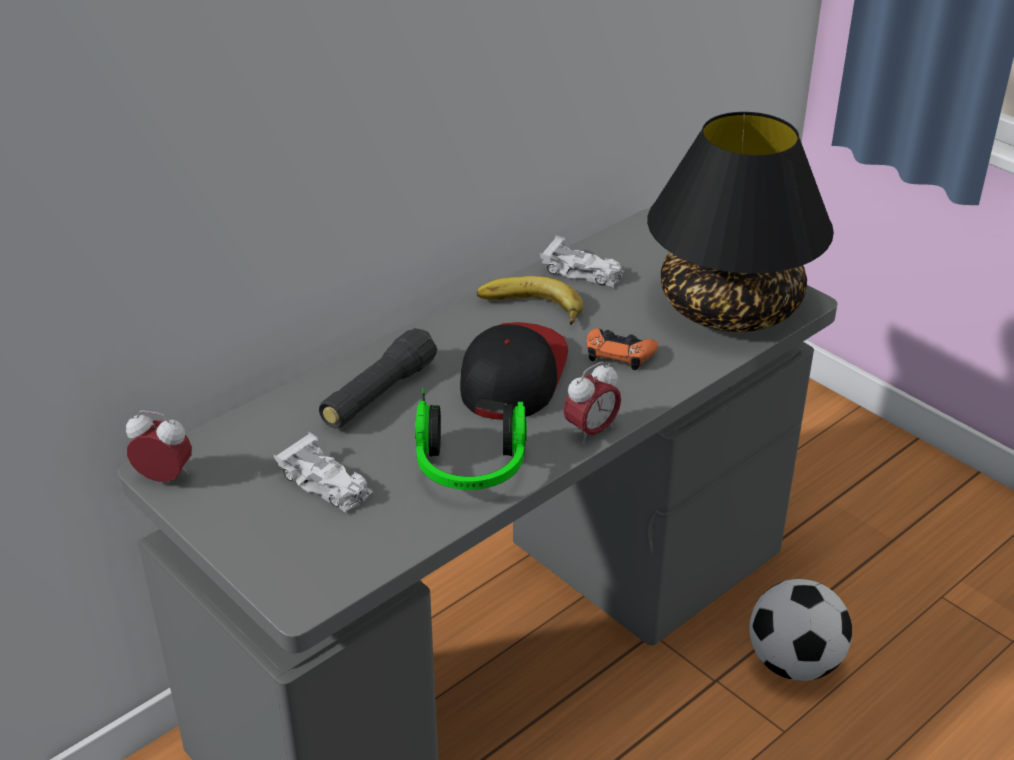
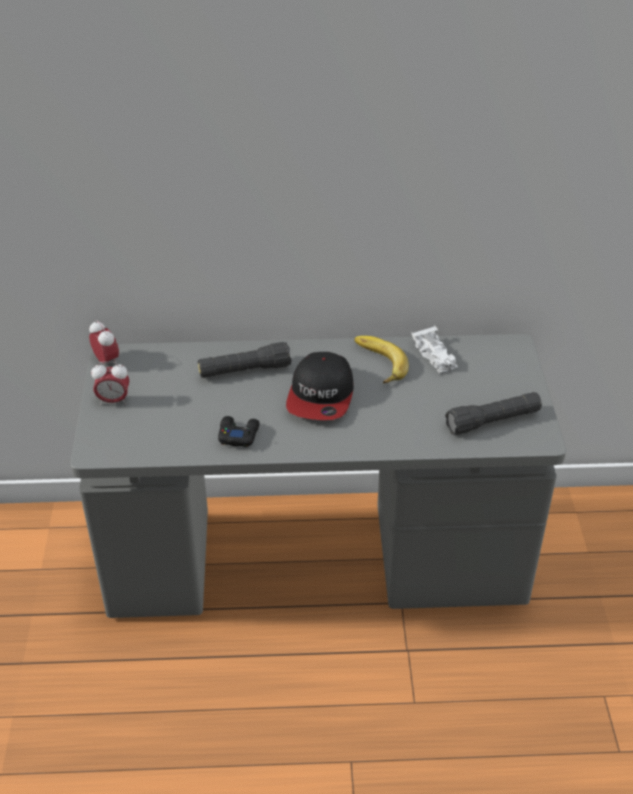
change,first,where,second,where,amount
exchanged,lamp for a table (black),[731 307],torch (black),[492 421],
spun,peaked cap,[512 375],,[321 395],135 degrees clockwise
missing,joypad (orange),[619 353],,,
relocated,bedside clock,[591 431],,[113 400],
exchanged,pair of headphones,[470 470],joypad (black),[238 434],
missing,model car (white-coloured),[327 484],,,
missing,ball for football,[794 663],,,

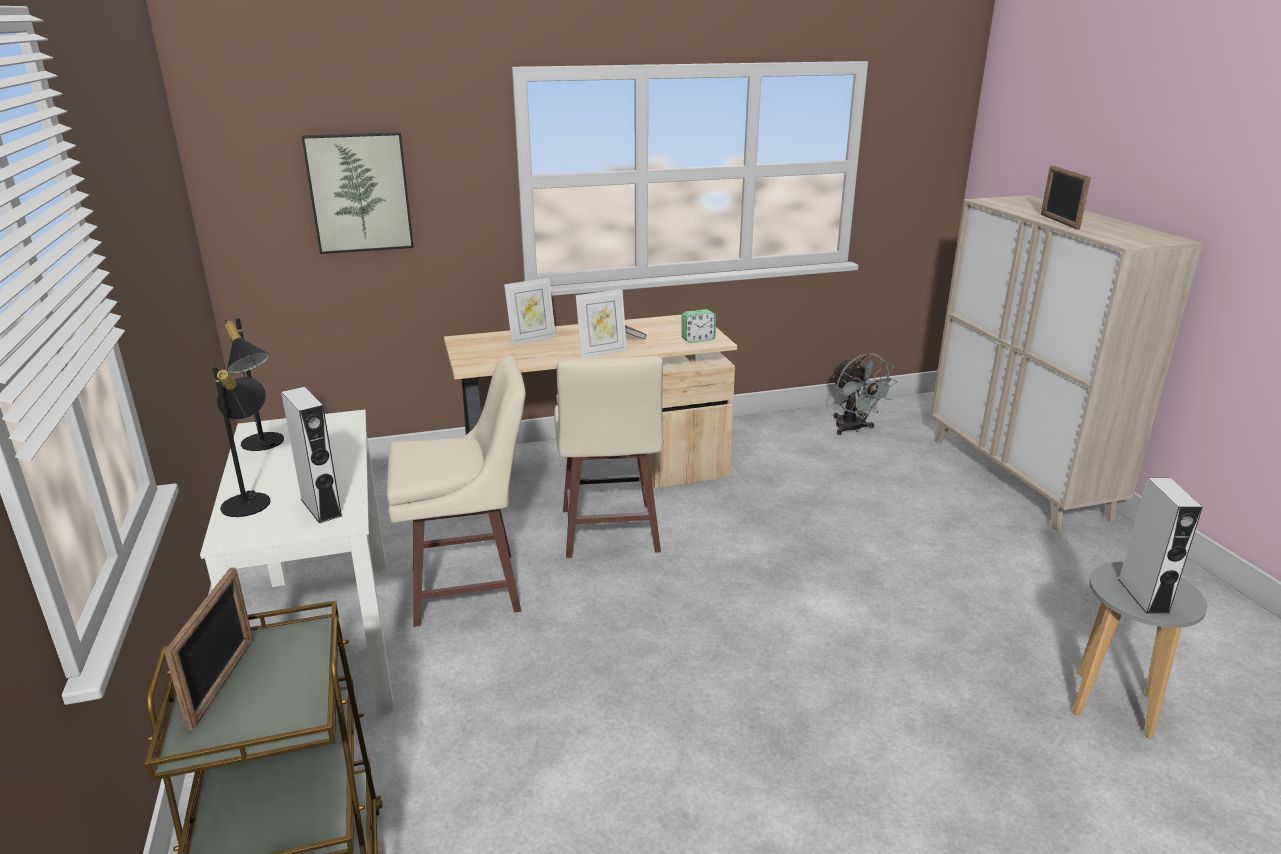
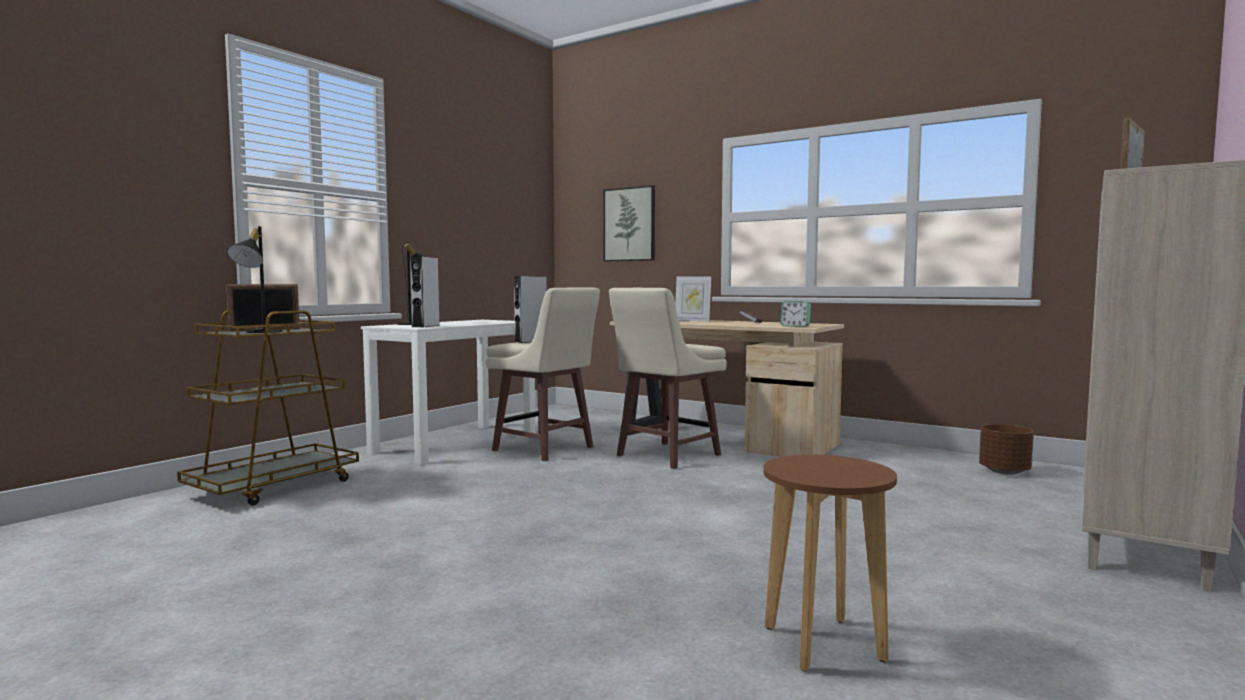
change,first,where,second,where,amount
missing,standing frame,[602 352],,,
relocated,lamp for a table (black),[263 445],,[258 332],
exchanged,electric fan (grey),[853 429],plant pot (brown-coloured),[1005 472],
relocated,loudspeaker (grey),[1143 596],,[531 341],
colour,stool (grey),[1112 704],stool (brown-coloured),[823 643],

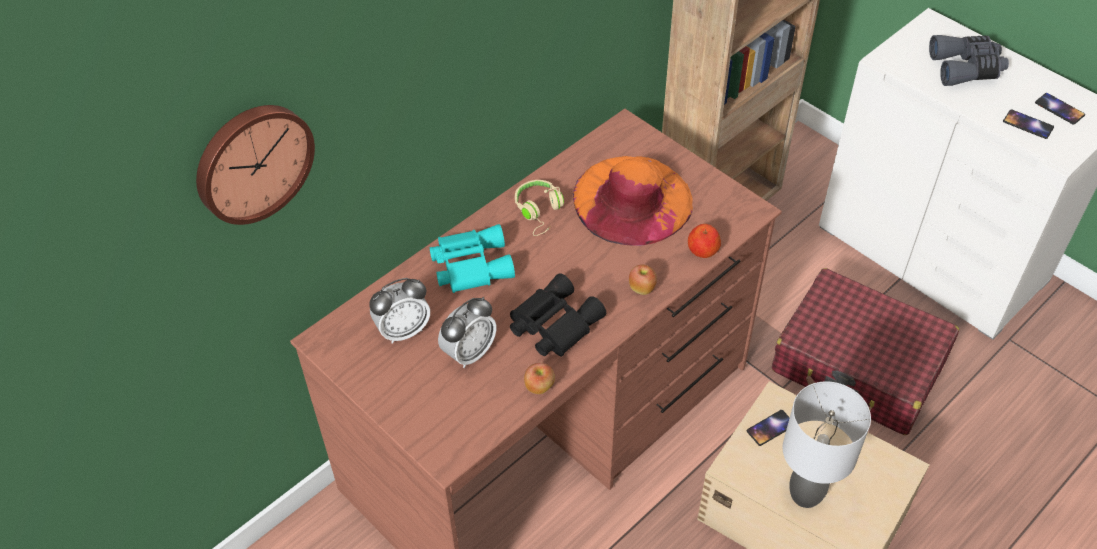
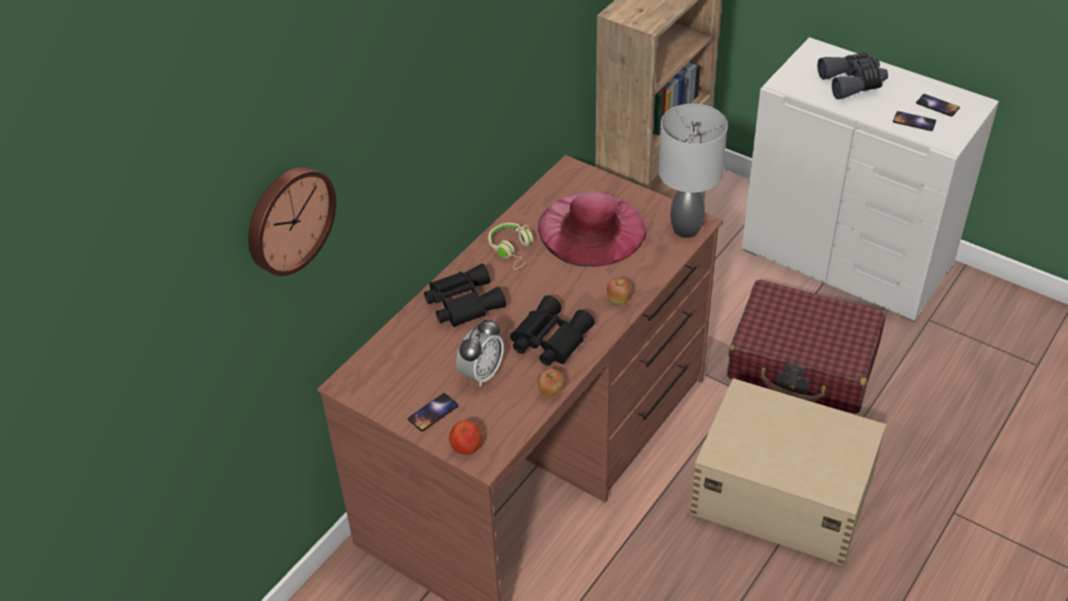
change,first,where,second,where,amount
colour,clothing hat (orange),[632 200],clothing hat (pink-coloured),[591 229],
colour,pair of binoculars (blue-green),[470 264],pair of binoculars (black),[462 302],
relocated,whole apple,[702 250],,[466 446],
missing,bedside clock,[403 330],,,
relocated,lamp for a table (grey),[805 493],,[685 228],
relocated,handset,[770 428],,[433 412],

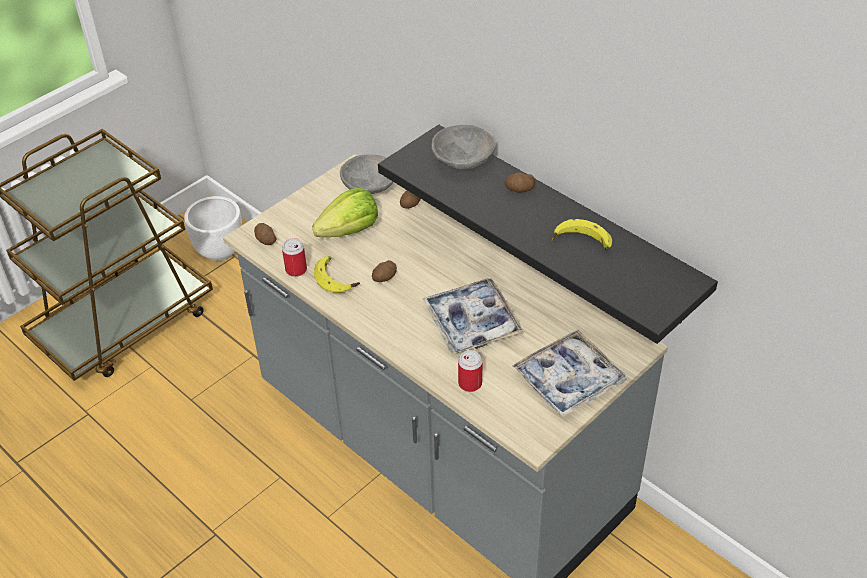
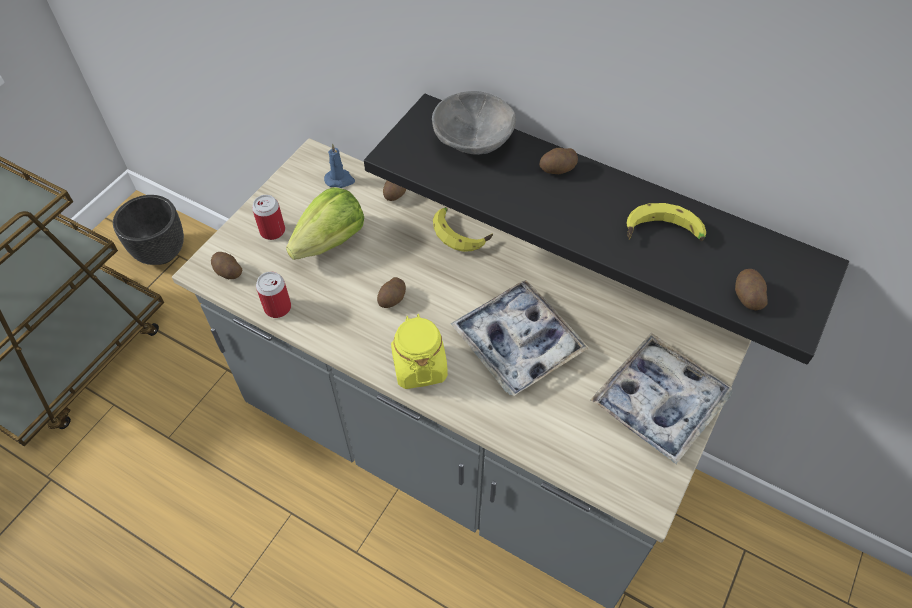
change,first,where,second,where,amount
exchanged,deep dish (grey),[370 188],candle (blue),[340 180],
colour,plant pot (white-coloured),[220 251],plant pot (black),[162 252],
relocated,banana fruit,[337 278],,[461 232],
relocated,metal can,[470 383],,[272 231],
appeared,,,spud,[746 296],
appeared,,,preserve jar (yellow-coloured),[419 366],

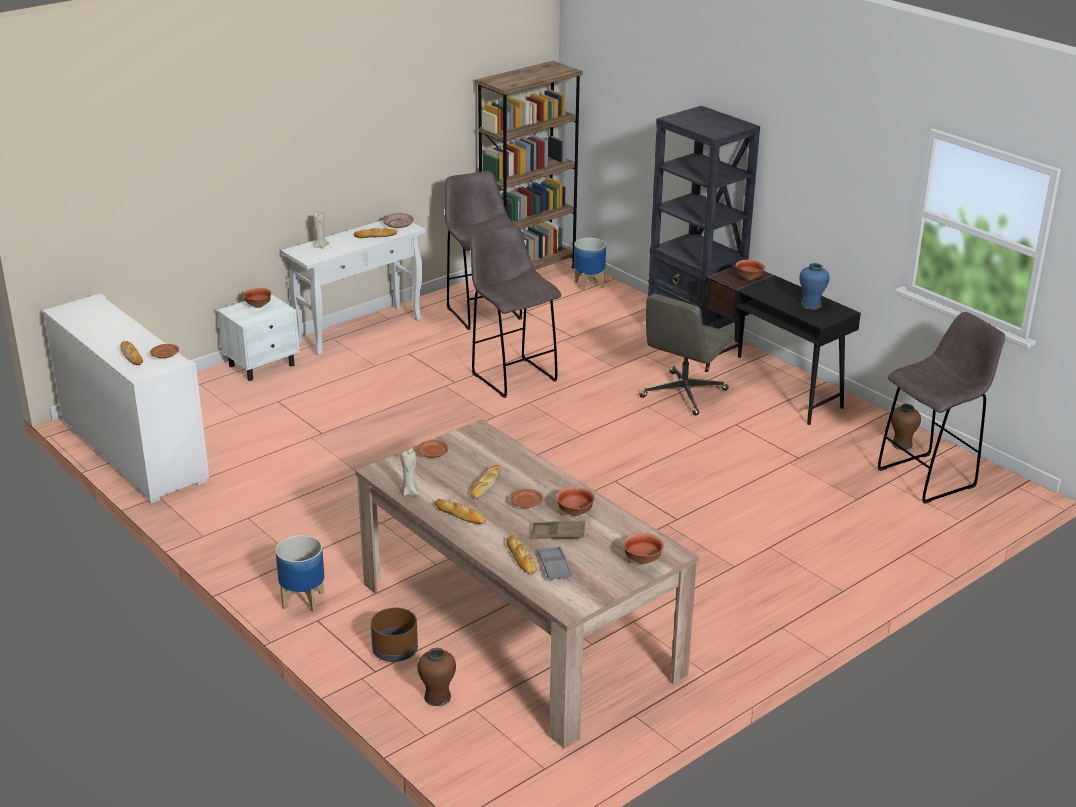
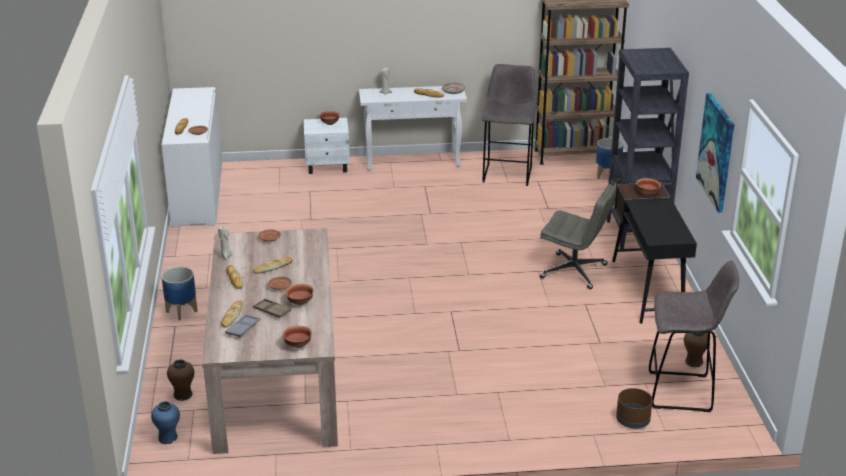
change,first,where,second,where,amount
missing,stool (grey),[513 376],,,
relocated,decorative vase (blue),[811 305],,[168 437],
spun,computer chair (grey),[683 394],,[574 271],135 degrees counterclockwise
relocated,plant pot (brown-coloured),[395 651],,[633 420],
appeared,,,wall picture,[716 152],

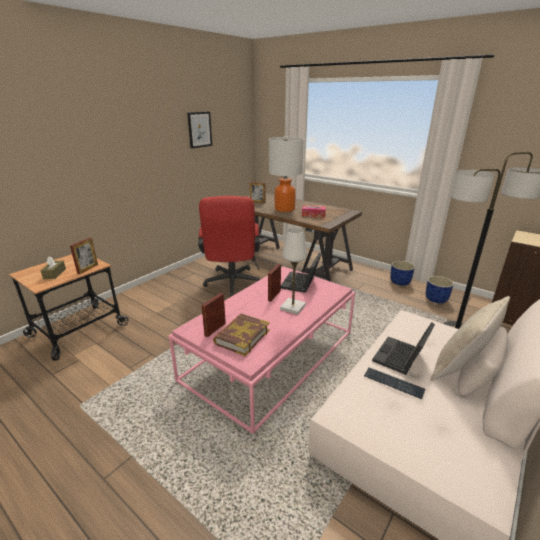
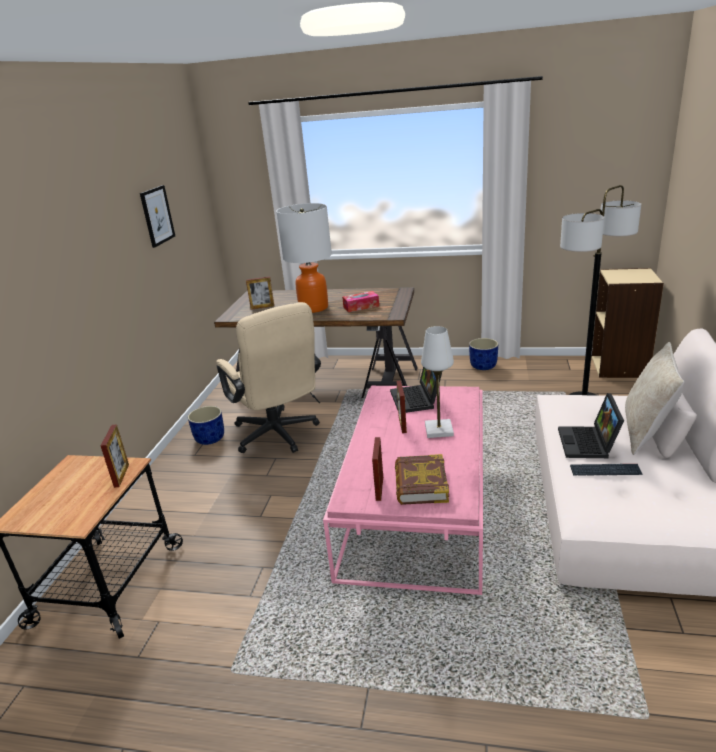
change,first,where,second,where,amount
colour,computer chair (red-coloured),[232 284],computer chair (beige),[278 436],
missing,box of tissues (brown-coloured),[54 274],,,
relocated,plant pot (blue),[436 299],,[210 439],

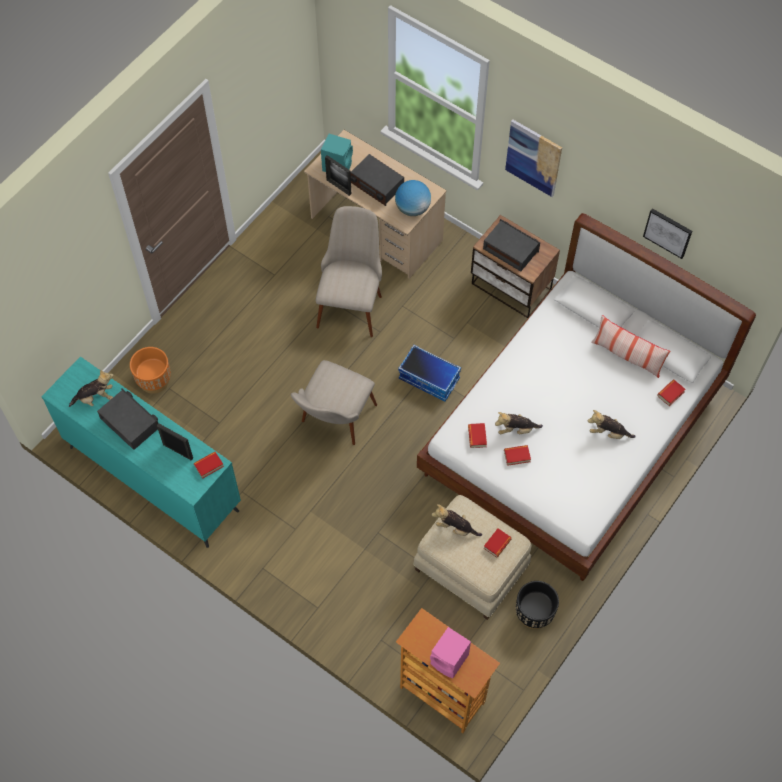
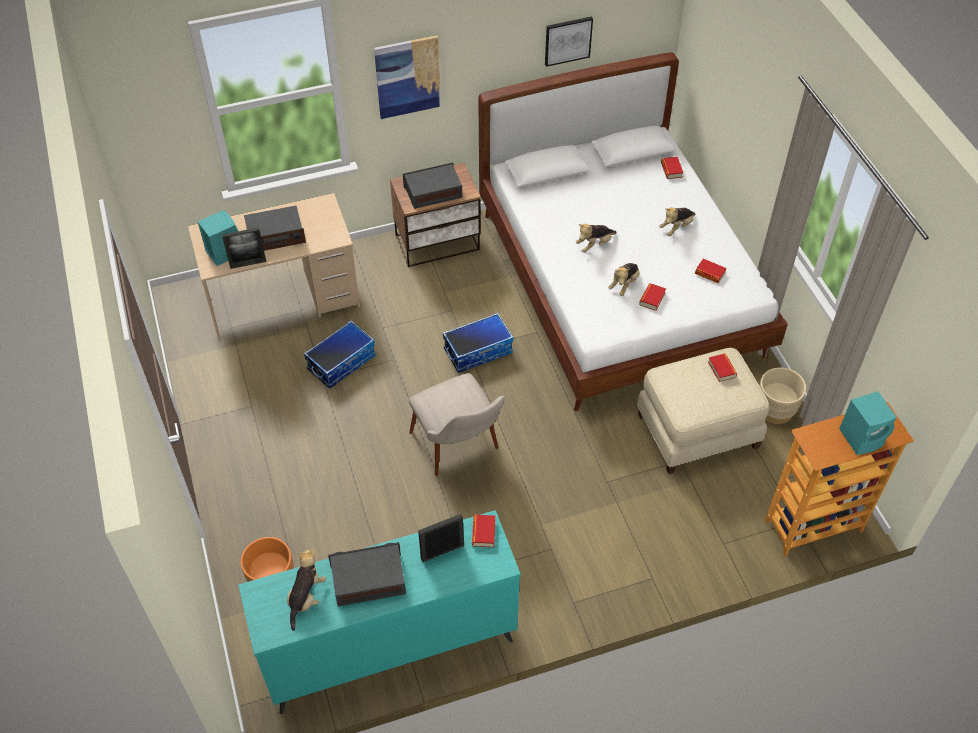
change,first,where,second,where,amount
missing,desk globe,[412 208],,,
exchanged,chair (beige),[351 301],storage container,[341 362],
missing,pillow,[627 355],,,
relocated,bound book,[477 437],,[710 273],
relocated,soft toy,[455 527],,[594 245],
colour,plant pot (black),[534 613],plant pot (beige),[775 410],
colour,loudspeaker (pink-coloured),[450 660],loudspeaker (blue-green),[862 438],

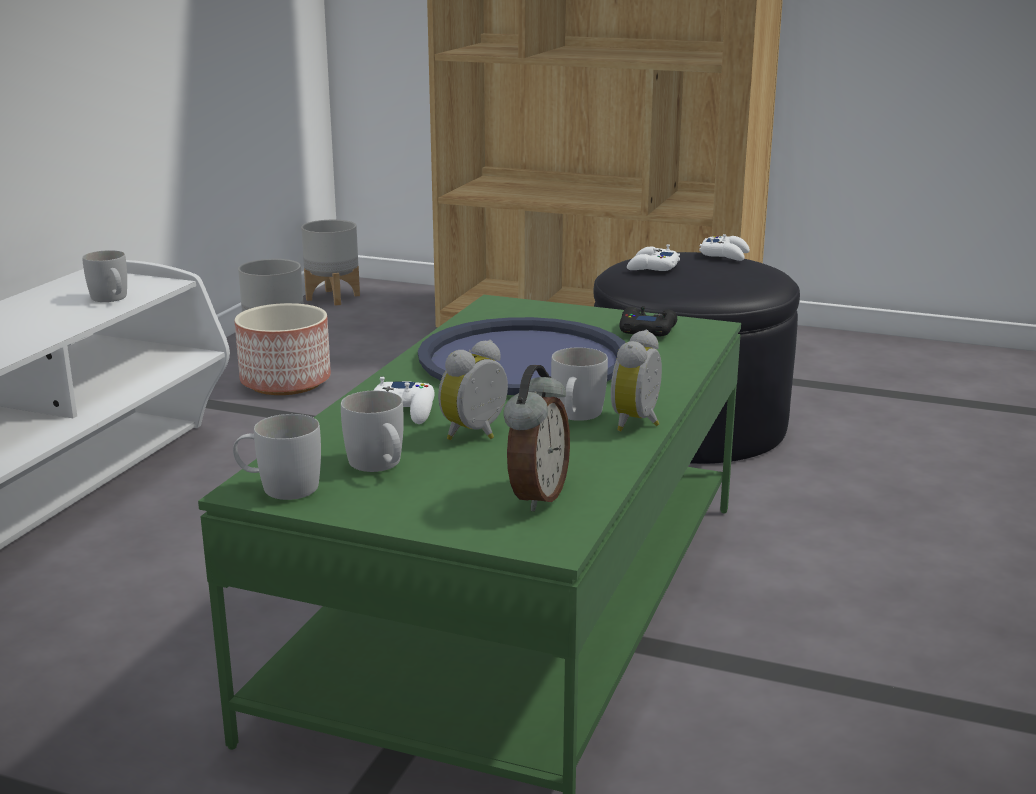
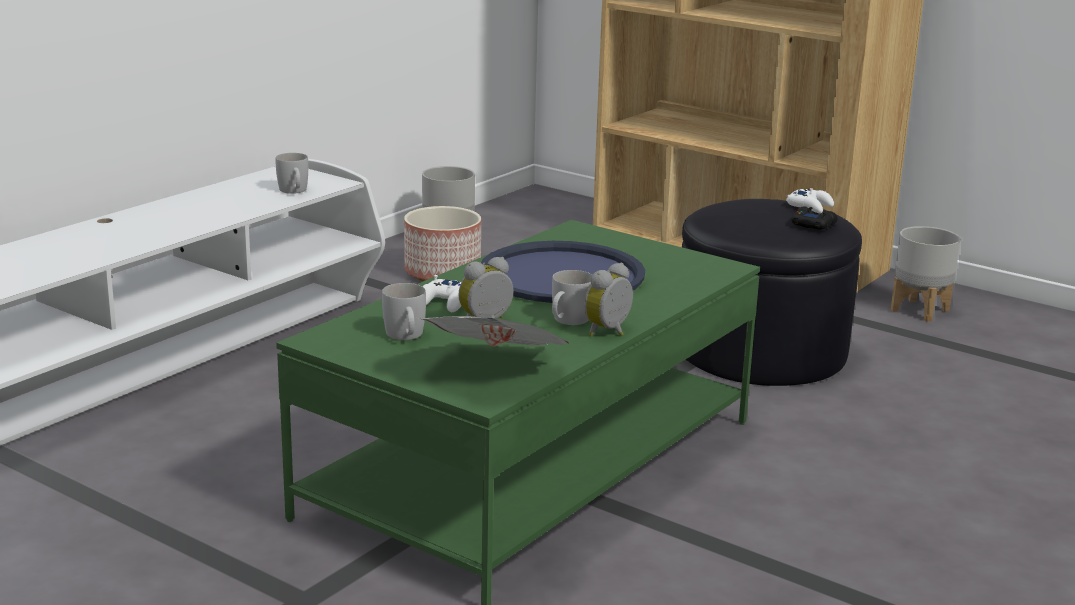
change,first,where,second,where,amount
relocated,plant pot (grey),[333 297],,[920 310],
missing,joypad (white-coloured),[652 267],,,
relocated,joypad (black),[647 330],,[813 224],
exchanged,bedside clock,[535 496],newspaper,[496 370],
missing,coffee mug (white-coloured),[279 487],,,

